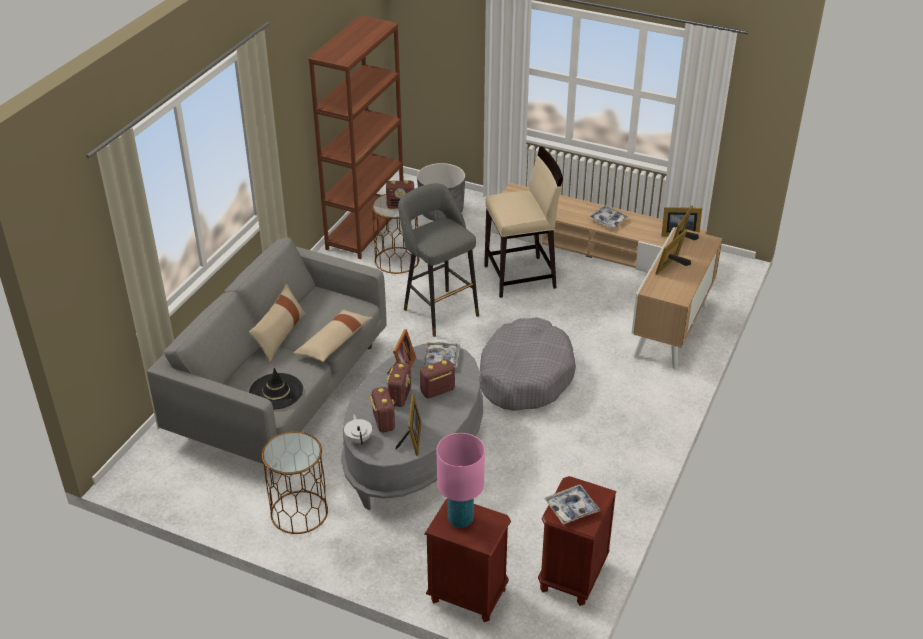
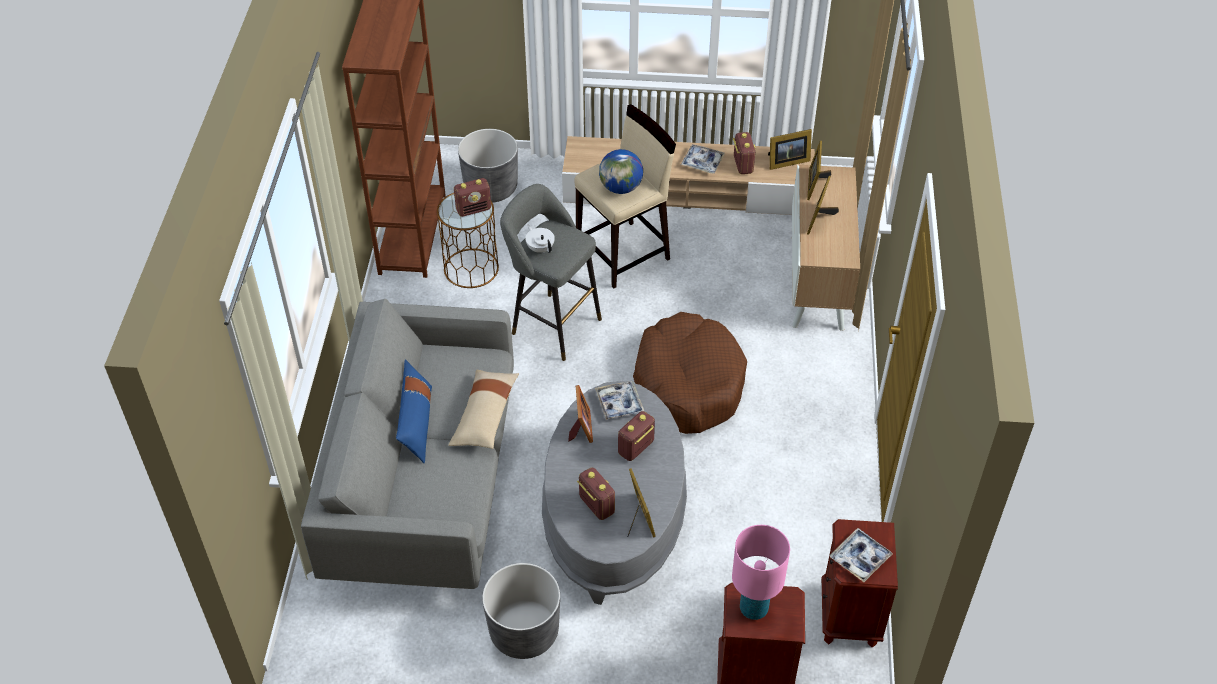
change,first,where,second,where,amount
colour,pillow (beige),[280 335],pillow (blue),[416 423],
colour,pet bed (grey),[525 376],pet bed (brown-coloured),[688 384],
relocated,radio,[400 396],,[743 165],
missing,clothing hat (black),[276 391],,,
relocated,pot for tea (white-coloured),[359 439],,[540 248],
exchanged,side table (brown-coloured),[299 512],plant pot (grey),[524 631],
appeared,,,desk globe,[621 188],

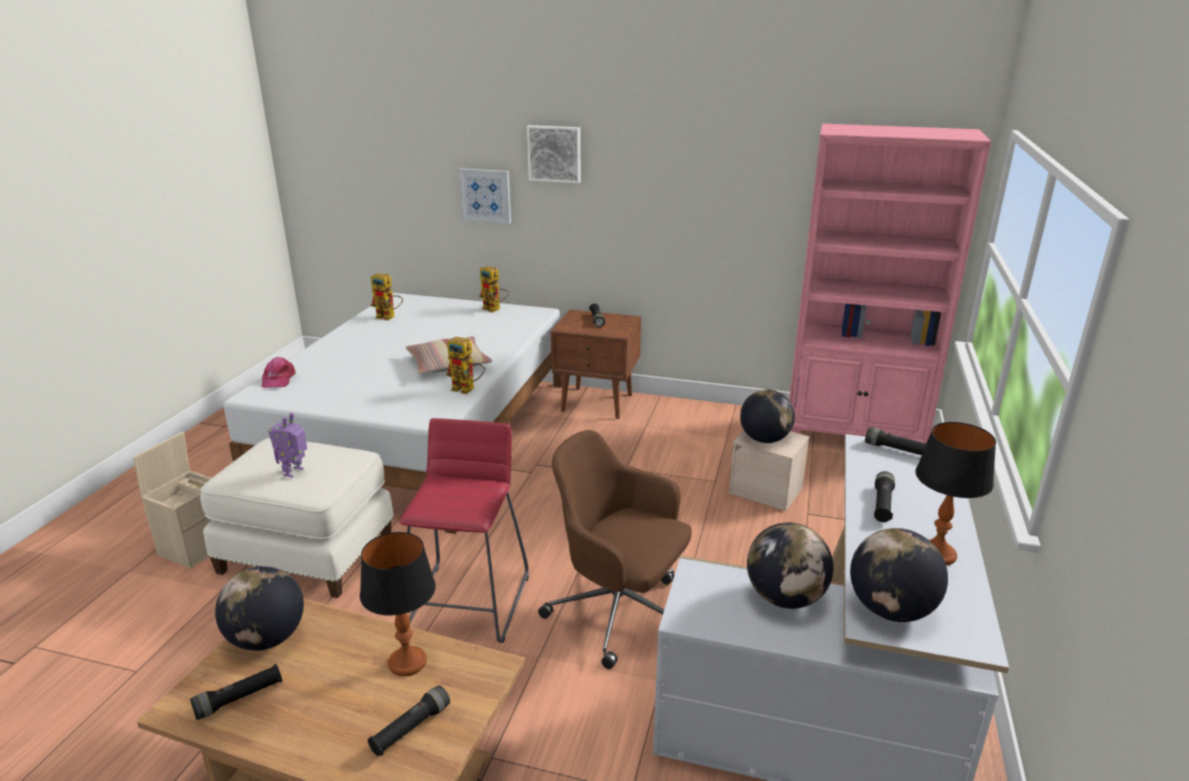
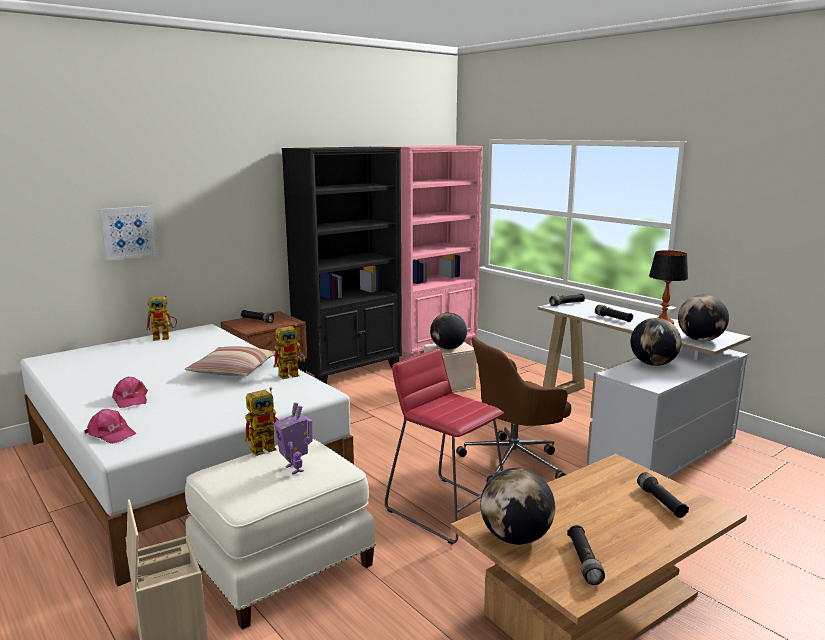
change,first,where,second,where,amount
missing,wall picture,[554 153],,,
relocated,robot figure,[389 317],,[267 447],
missing,lamp for a table,[407 663],,,
appeared,,,bookshelf (black),[349 371],
appeared,,,peaked cap (pink-coloured),[130 399],

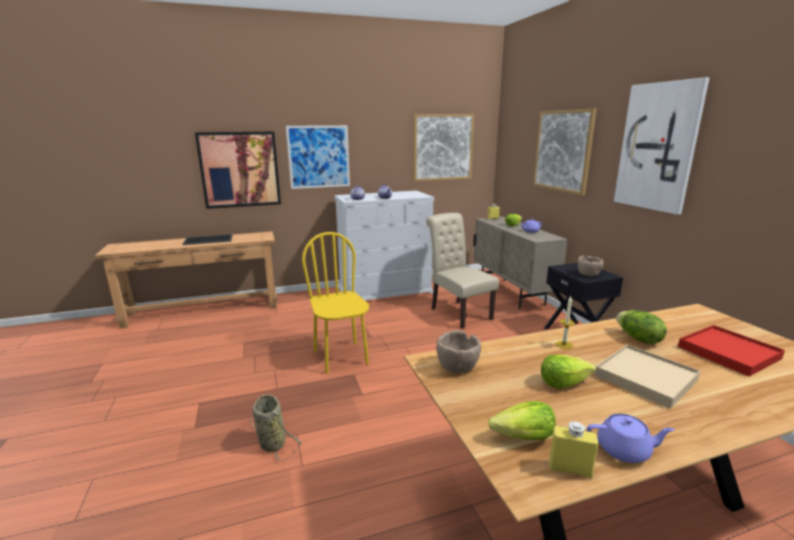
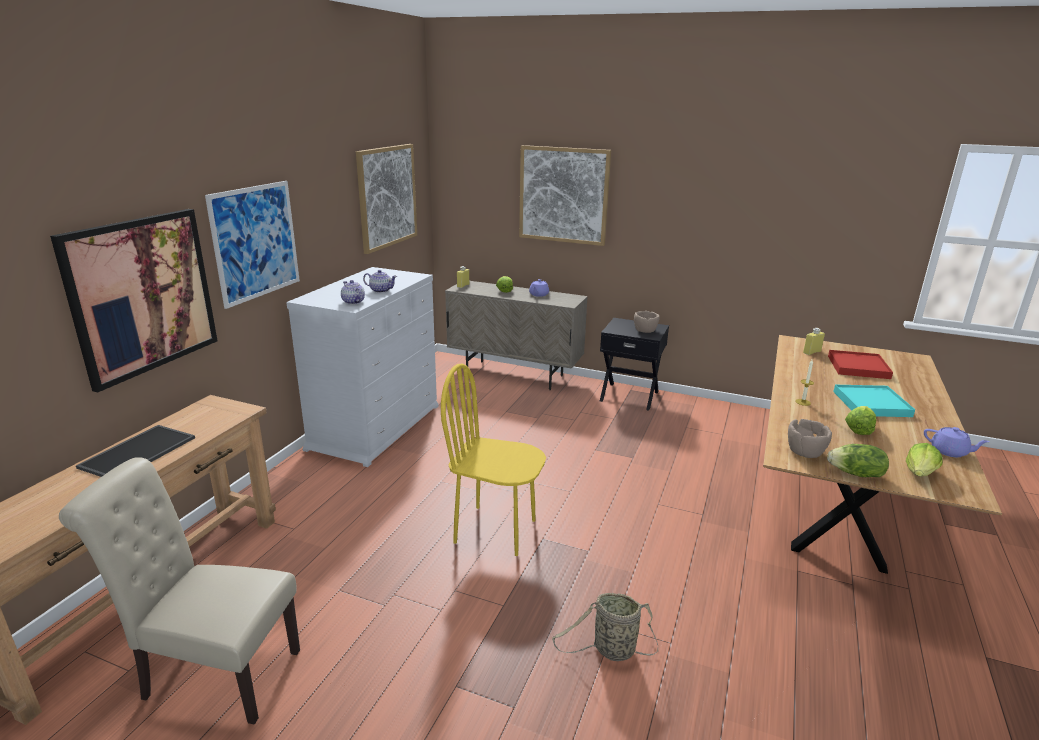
change,first,where,second,where,amount
missing,wall picture,[658 147],,,
relocated,chair (beige),[458 312],,[213 673],
relocated,lettuce head,[638 338],,[856 474],
colour,serving tray (beige),[645 378],serving tray (blue-green),[871 404],
spun,pot for tea (purple-coloured),[624 450],,[950 452],75 degrees clockwise
relocated,beverage bottle (yellow-coloured),[570 469],,[812 352],

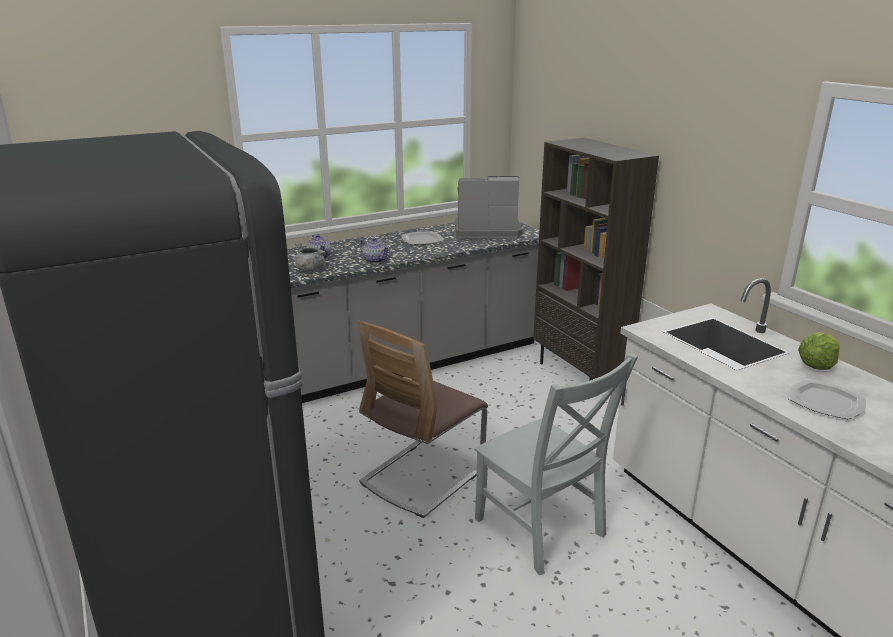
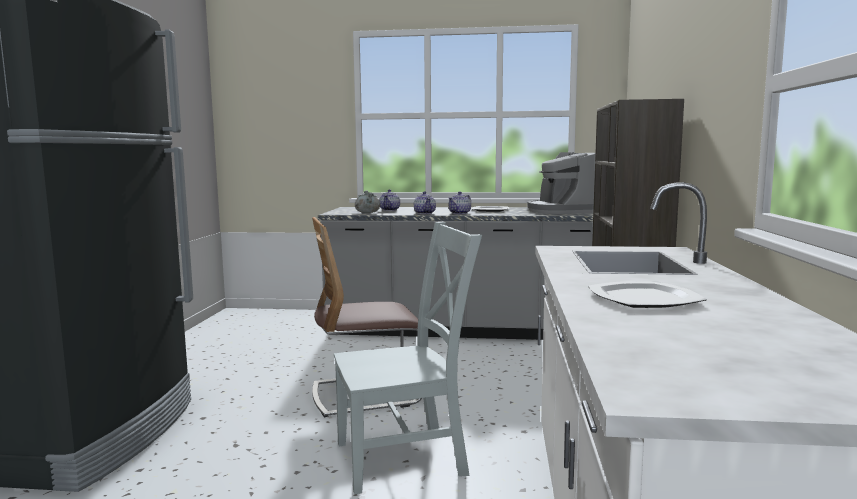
change,first,where,second,where,amount
spun,coffee machine,[486 231],,[560 211],135 degrees counterclockwise
missing,lettuce head,[816 365],,,
spun,chair (grey),[542 530],,[407 458],105 degrees counterclockwise
appeared,,,pot for tea,[460 213],

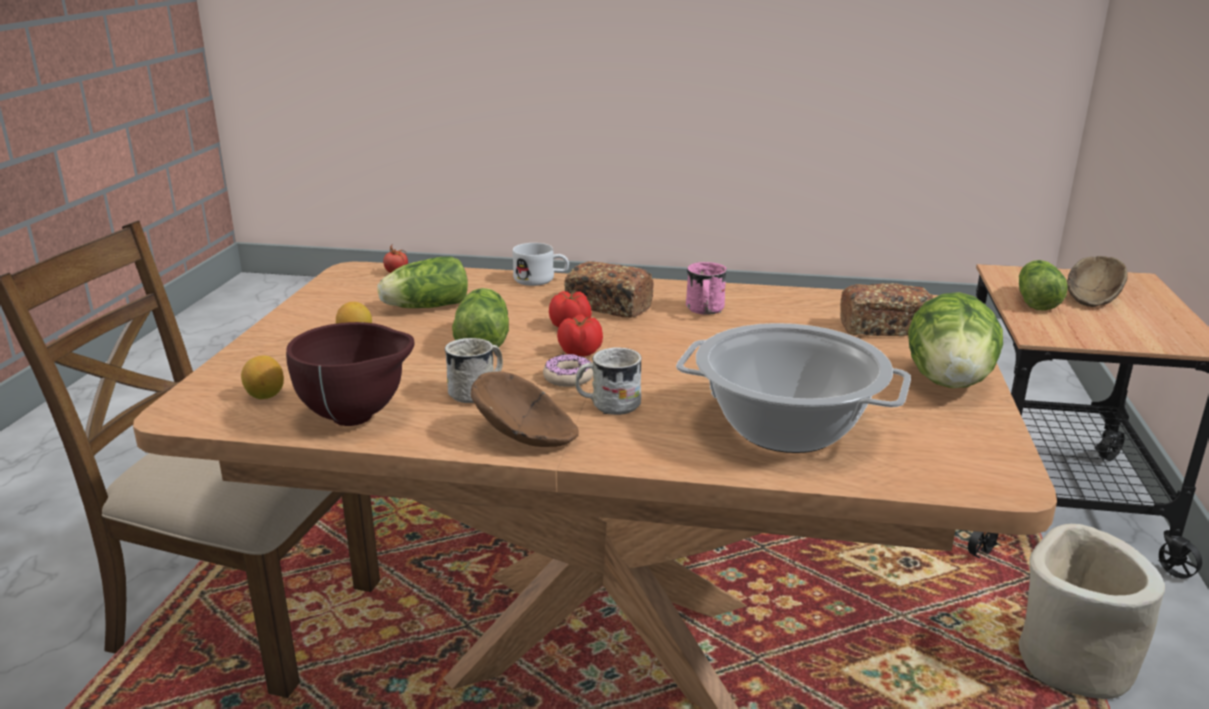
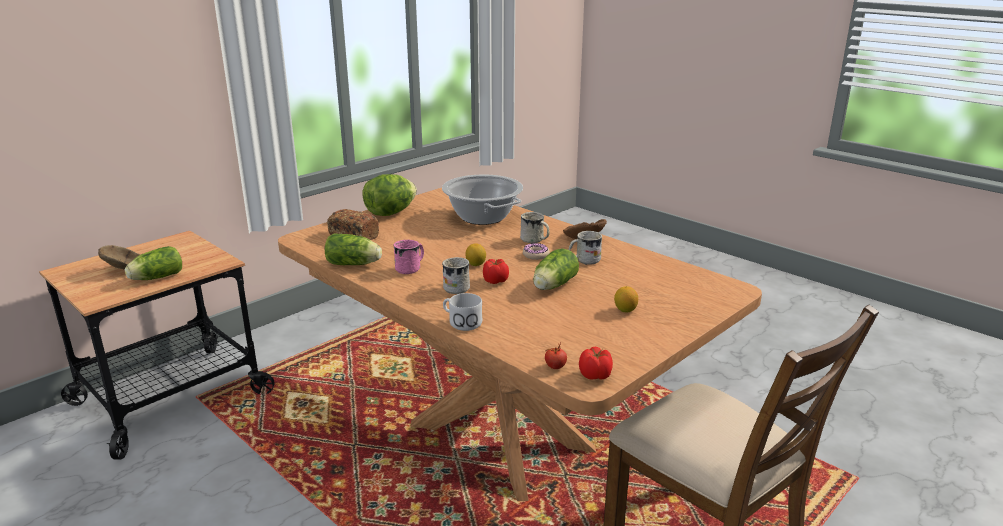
change,first,where,second,where,amount
relocated,lettuce head,[424 307],,[355 264],
exchanged,baked bread,[608 306],coffee mug (white-coloured),[454 287],
relocated,whole tomato,[579 352],,[595 375],
missing,deep dish (brown-coloured),[359 418],,,
relocated,whole lemon,[265 395],,[476 264],
missing,plant pot (beige),[1071 662],,,

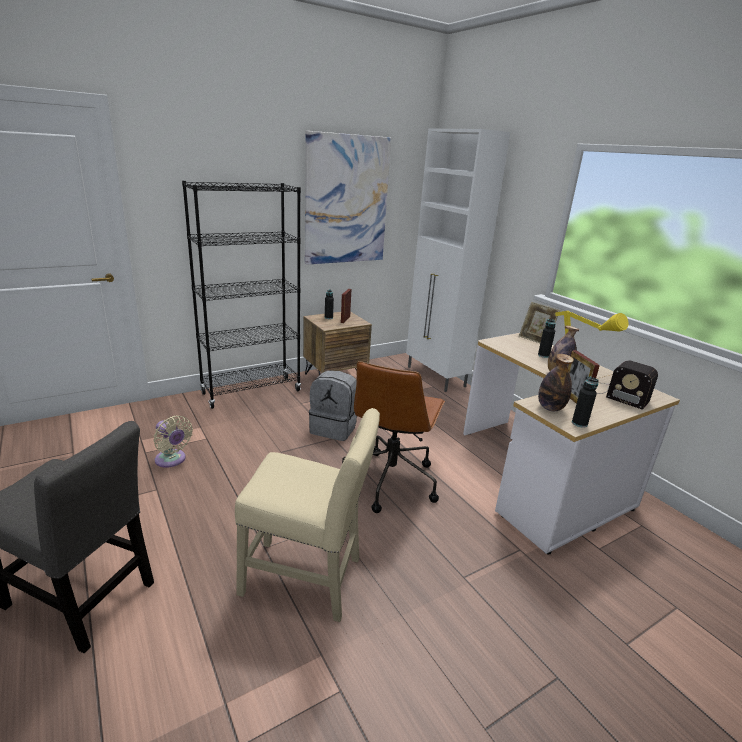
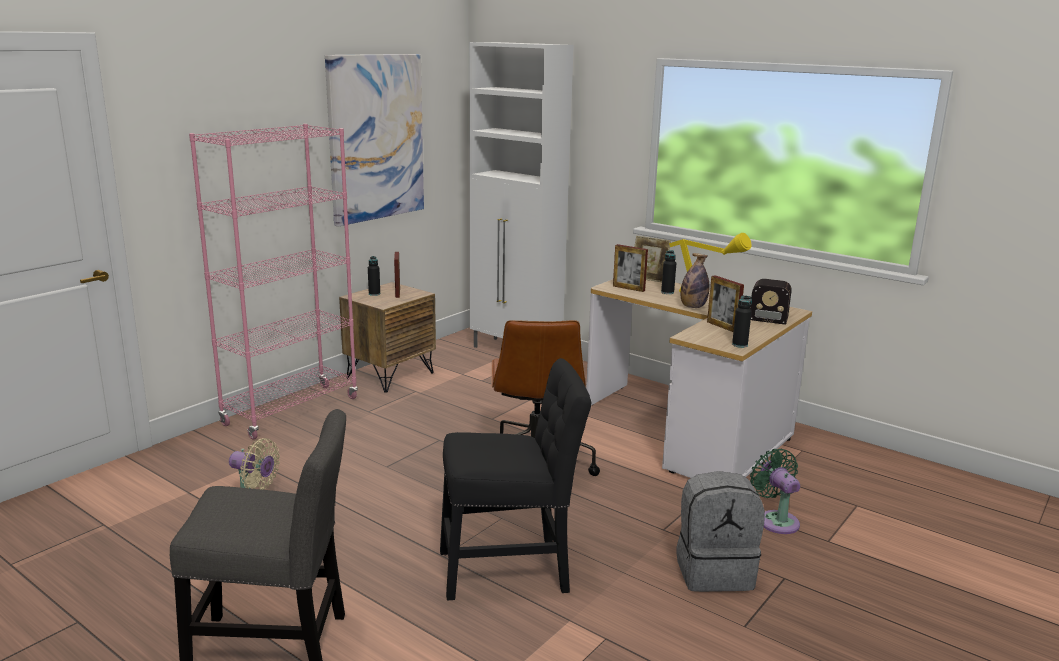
change,first,where,second,where,amount
colour,bookshelf (black),[251 392],bookshelf (pink-coloured),[291 411],
missing,beverage bottle,[550 408],,,
relocated,rucksack (grey),[334 428],,[714 571],
colour,chair (beige),[307 579],chair (black),[511 569],
appeared,,,standing frame,[628 288],
appeared,,,electric fan (greenish),[776 520],

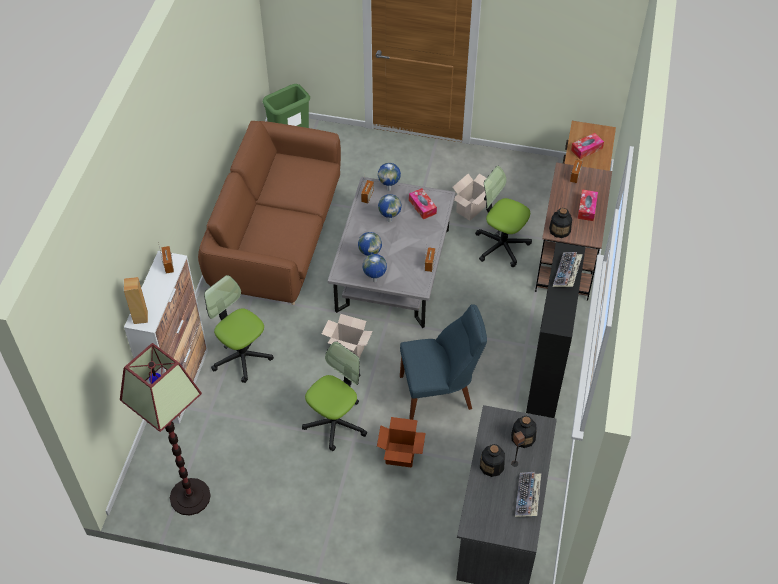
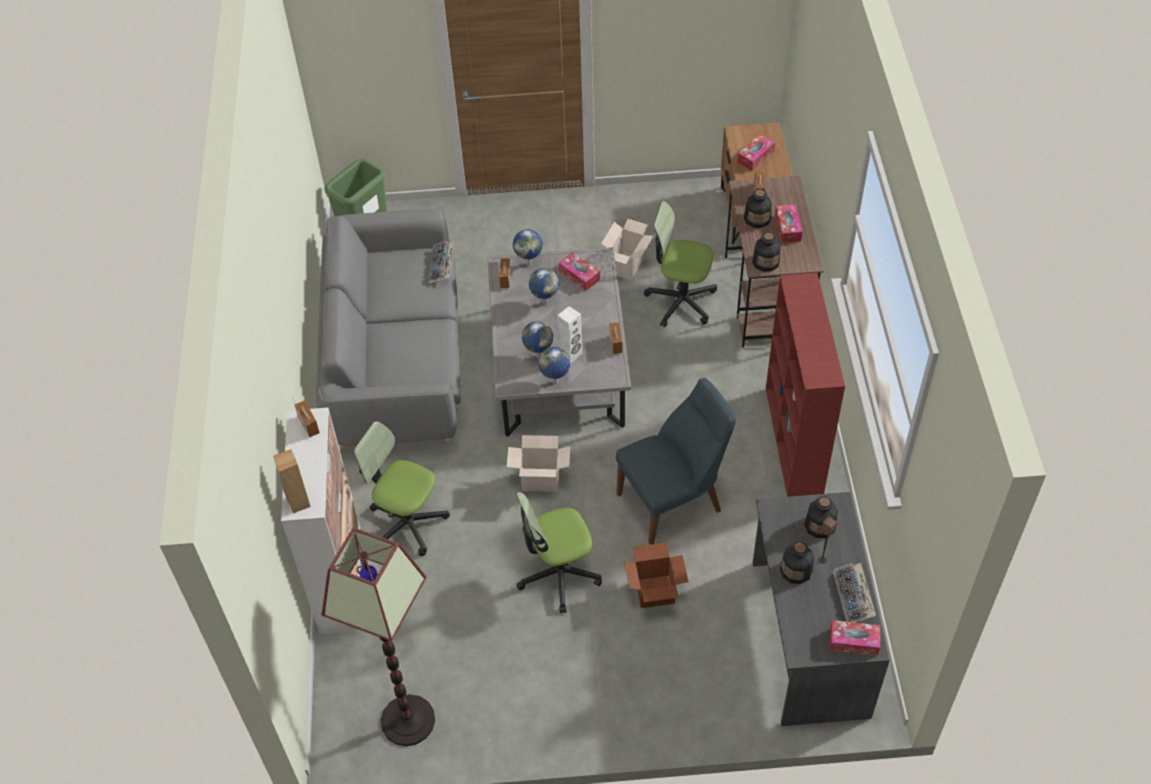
change,first,where,second,where,amount
colour,sofa (brown-coloured),[277 239],sofa (grey),[396 363],
colour,bookshelf (black),[547 372],bookshelf (red-coloured),[794 441],
relocated,PC keyboard,[567 273],,[442 265],
spun,computer chair,[335 422],,[558 574],135 degrees counterclockwise
appeared,,,beverage bottle,[757 219],
appeared,,,loudspeaker (white-coloured),[571 354],
appeared,,,box of tissues,[853 641],

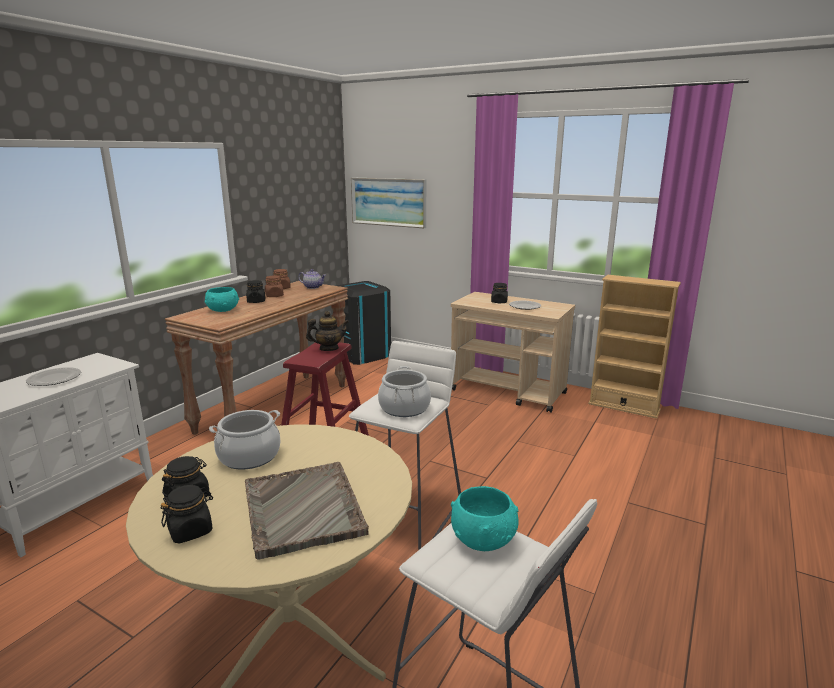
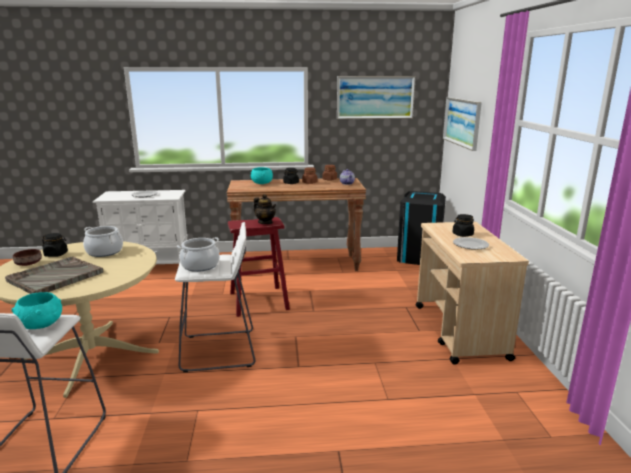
change,first,where,second,where,amount
missing,bookshelf (beige),[623 407],,,
exchanged,preserve jar (black),[190 530],deep dish (brown-coloured),[28 264],
appeared,,,wall picture,[375 97],

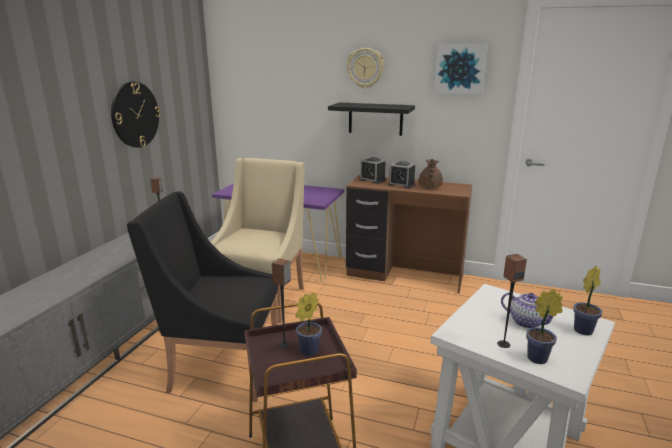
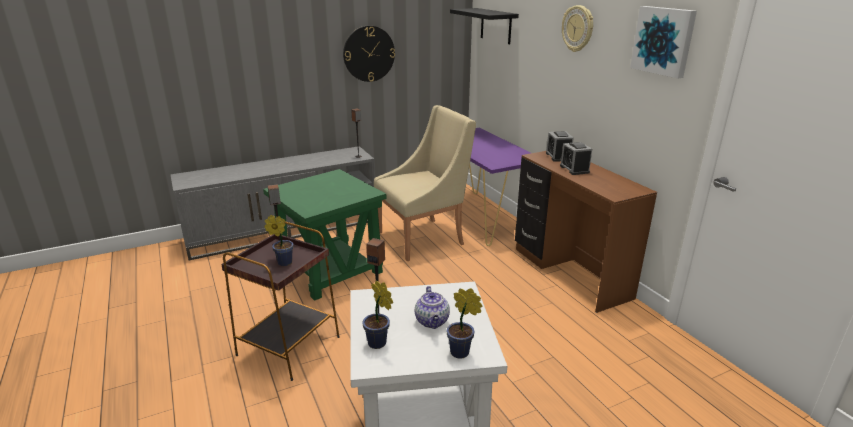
change,first,where,second,where,amount
relocated,shelf (black),[375 119],,[496 26],
missing,pot for tea (brown-coloured),[429 187],,,
exchanged,armchair (black),[221 367],side table (greenish),[331 270],

